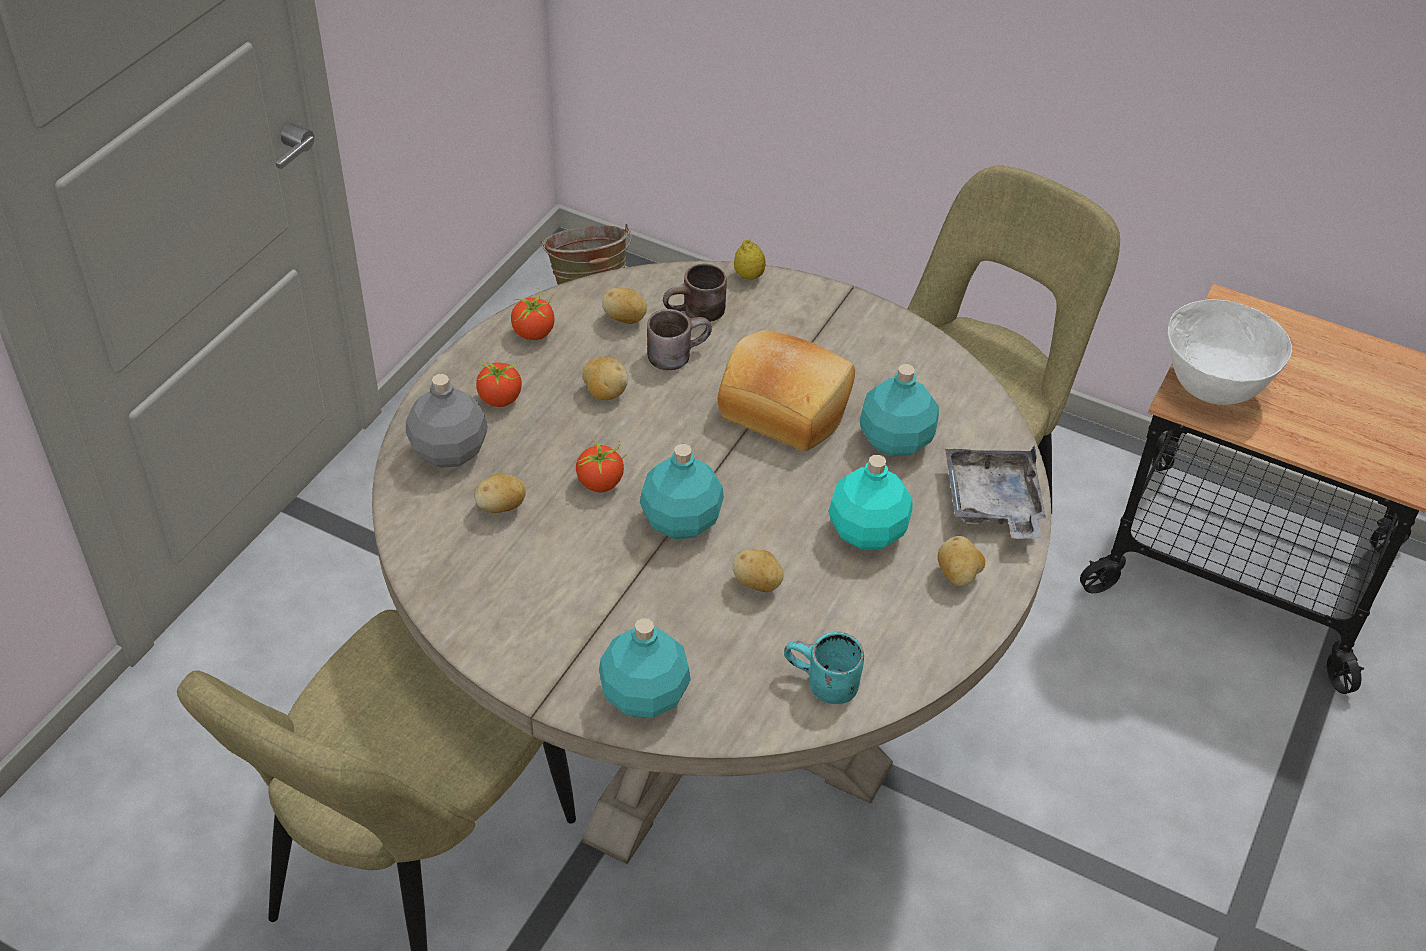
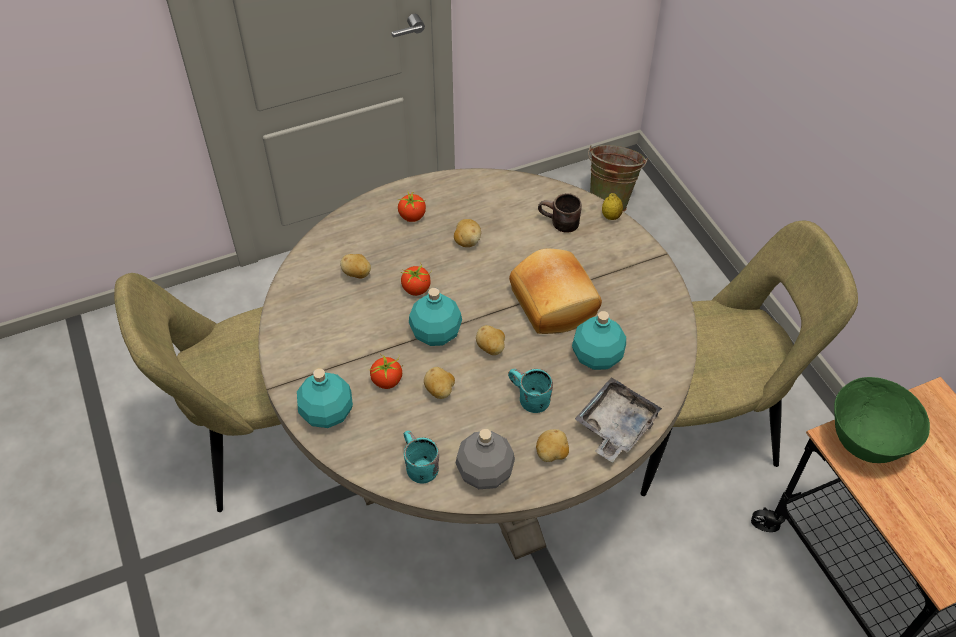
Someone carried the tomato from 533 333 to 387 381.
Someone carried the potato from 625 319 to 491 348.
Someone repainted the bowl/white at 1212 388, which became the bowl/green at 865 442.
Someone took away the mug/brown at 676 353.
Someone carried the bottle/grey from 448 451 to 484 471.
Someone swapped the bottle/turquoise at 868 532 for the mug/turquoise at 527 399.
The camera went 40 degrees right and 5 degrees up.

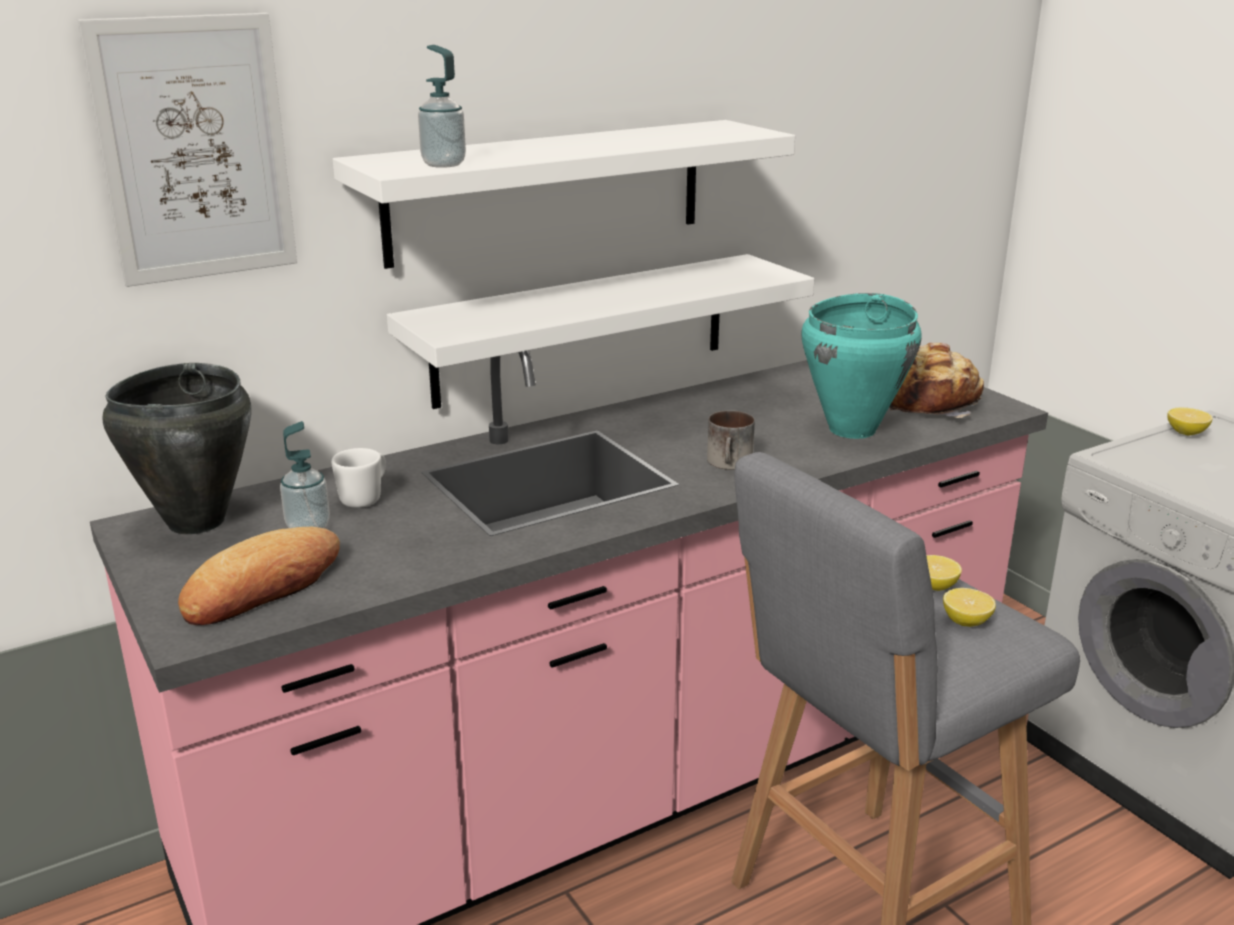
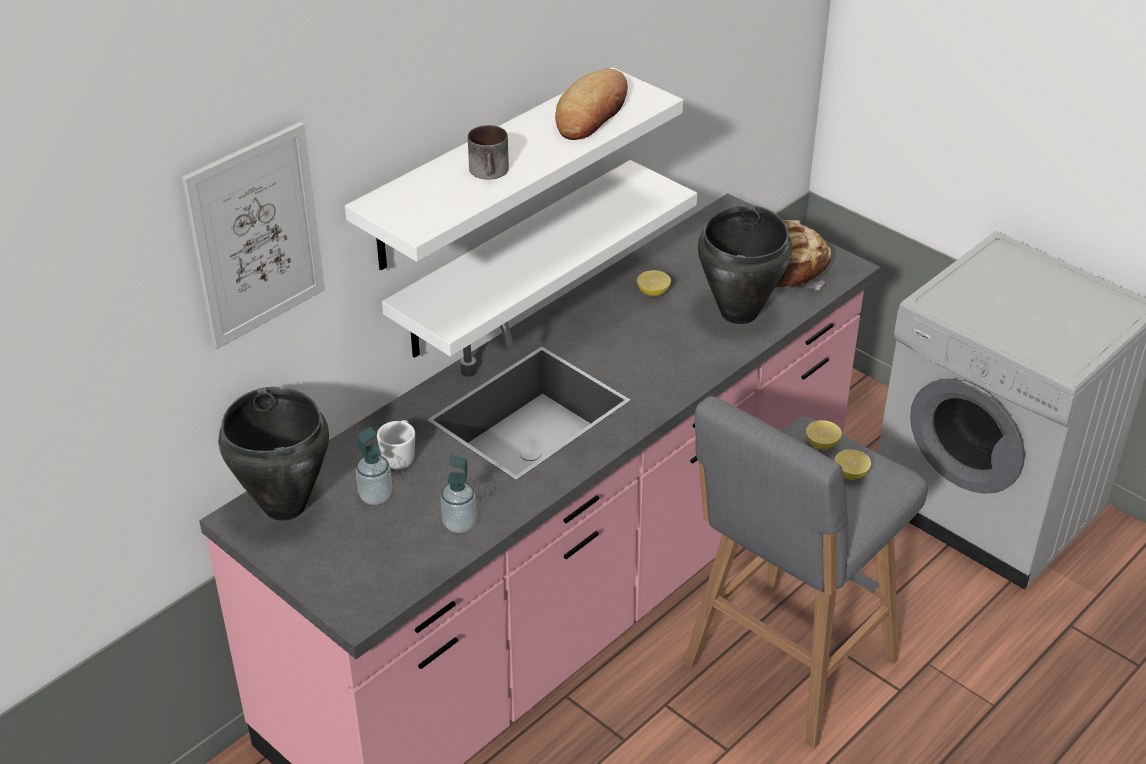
Someone carried the soap dispenser from 443 164 to 459 524.
Someone repainted the cooking pot/turquoise at 853 429, which became the cooking pot/black at 740 313.
Someone carried the lemon from 1186 433 to 653 293.
Someone carried the mug from 731 463 to 490 172.
Someone carried the bread from 263 587 to 592 112.
The camera went 15 degrees left and 15 degrees up.

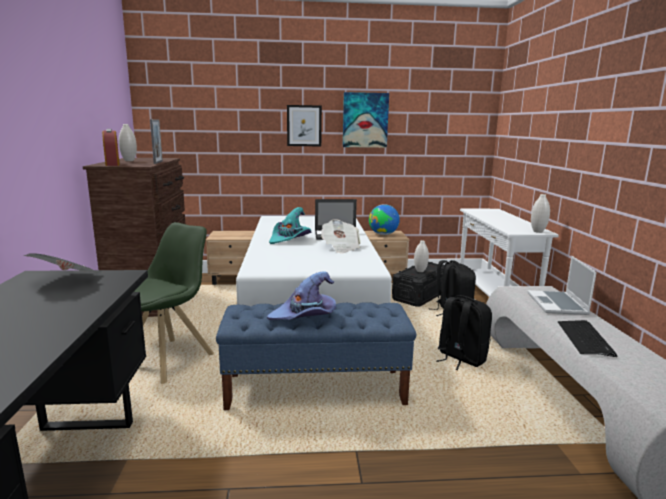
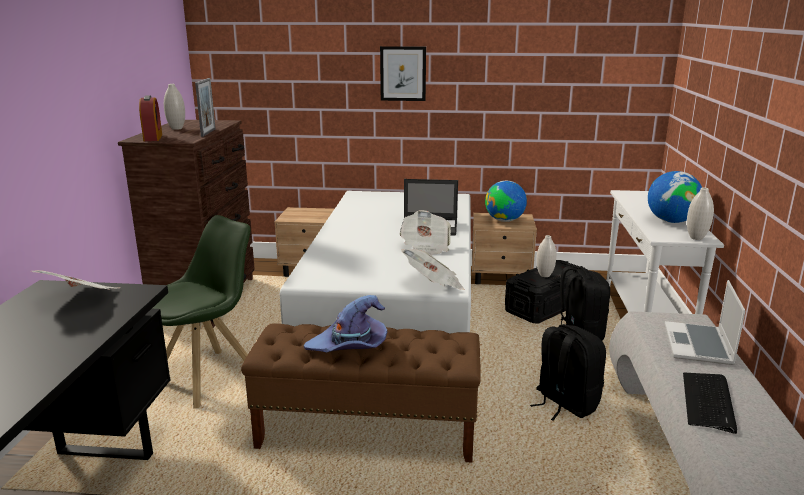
Someone took away the picture at 365 120.
Someone took away the hat/turquoise at 290 239.
Someone repainted the bench/blue at 316 389, which became the bench/brown at 368 431.
Someone put down the globe at 671 221.
Someone put down the newspaper at 433 284.
The camera went 10 degrees right and 5 degrees up.

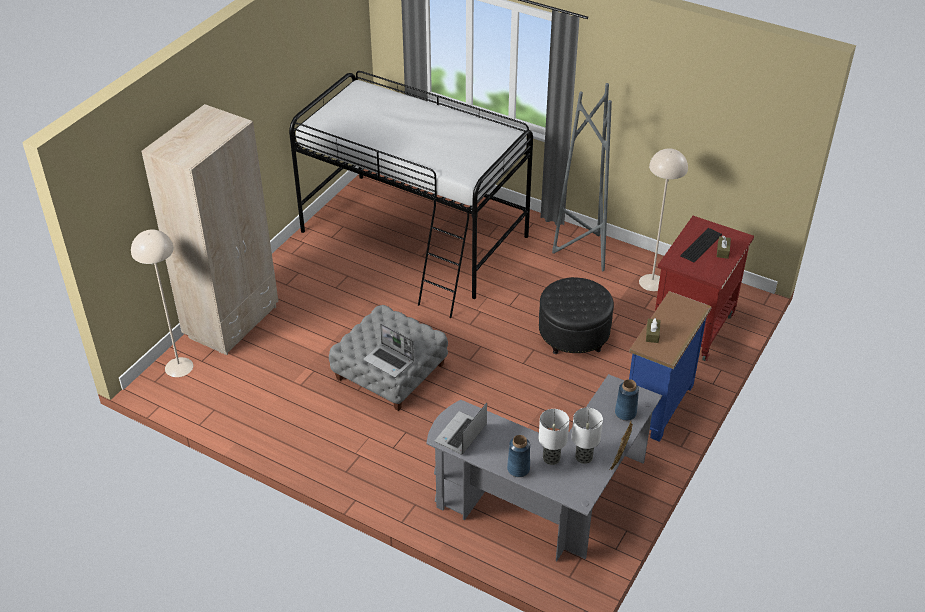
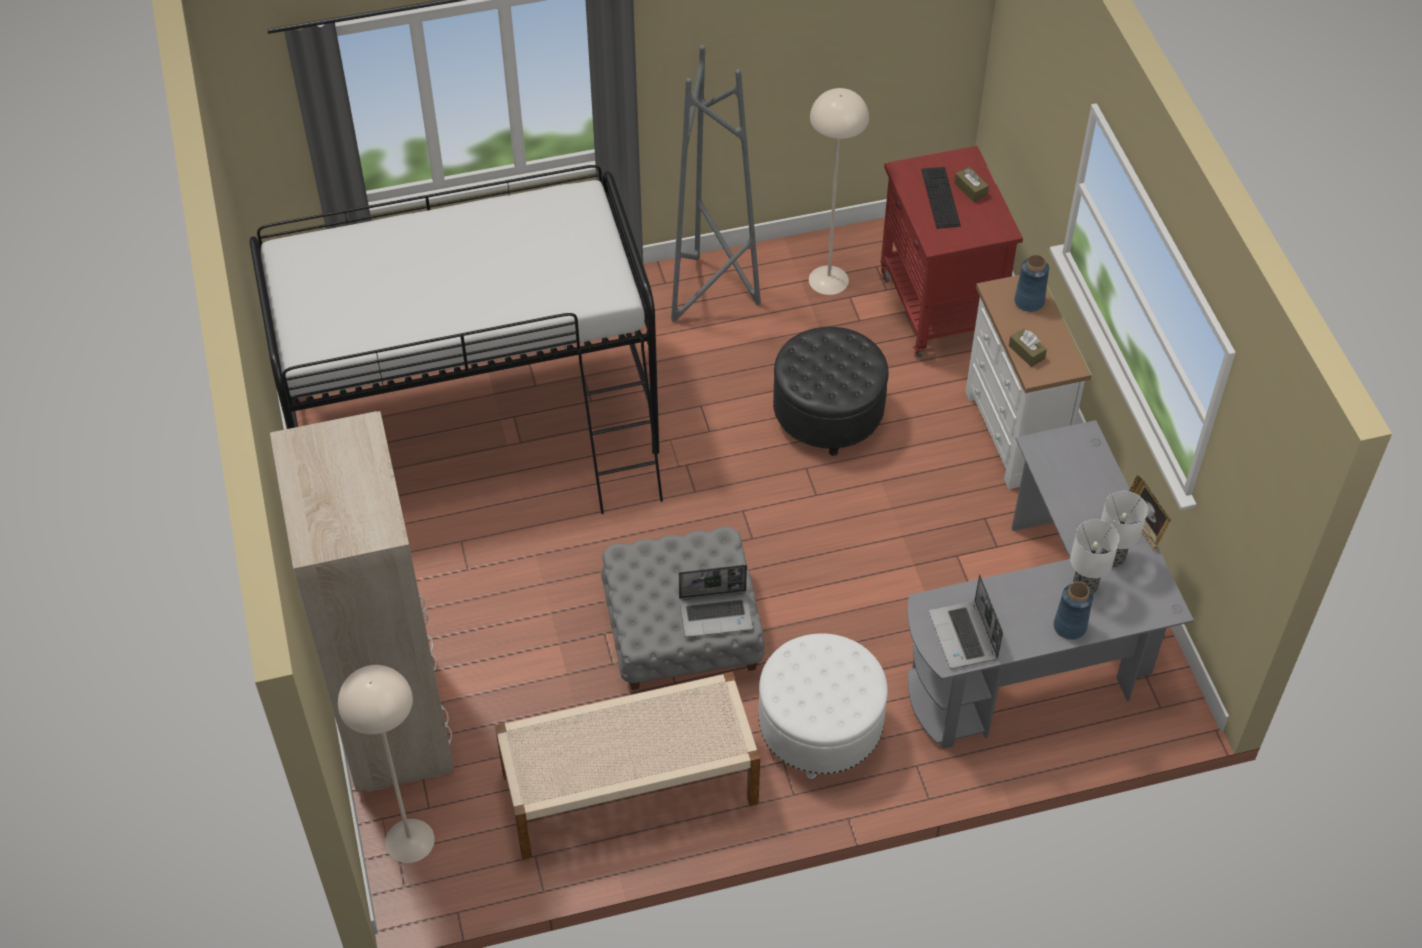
Someone repainted the dresser/blue at 657 405, which became the dresser/white at 1012 434.
Someone carried the vase/blue from 625 413 to 1029 301.
Someone put down the ottoman/white at 819 729.
Someone put down the bench/beige at 629 789.
The camera went 45 degrees left and 10 degrees up.

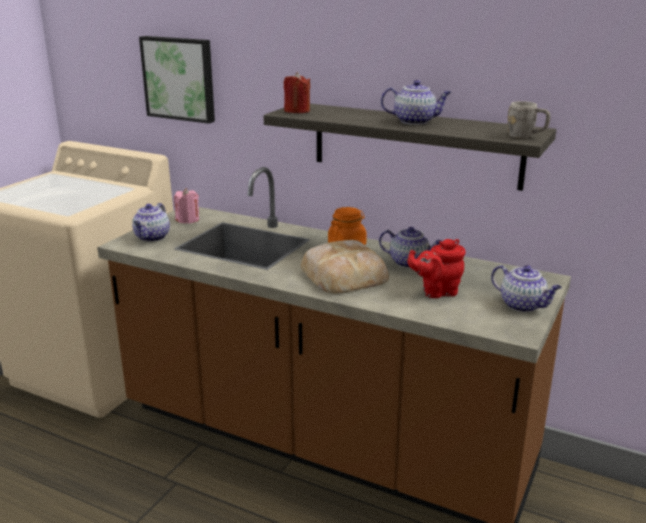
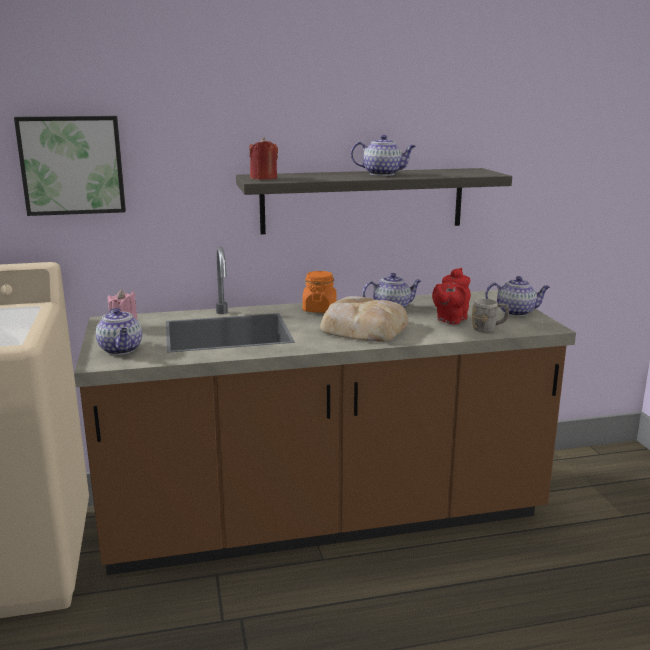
Someone rotated the teapot at 415 121 by 45 degrees clockwise.
Someone carried the mug/grey from 526 136 to 489 329.
The camera went 40 degrees left and 5 degrees down.

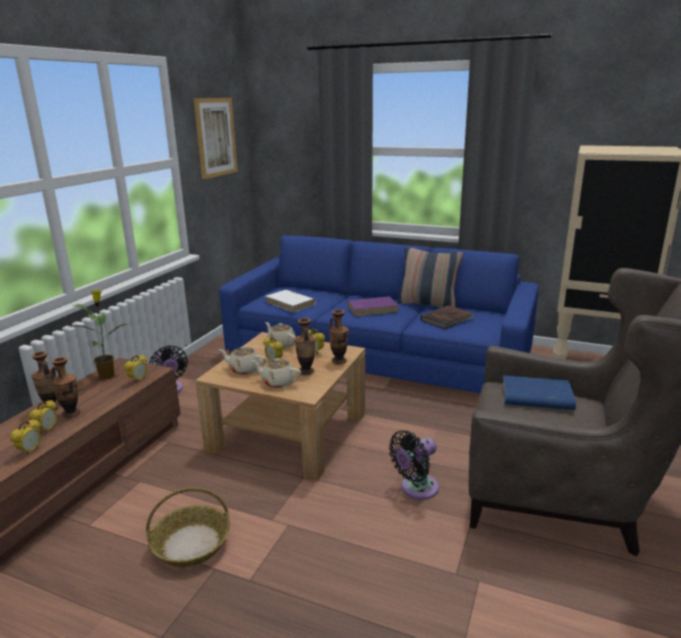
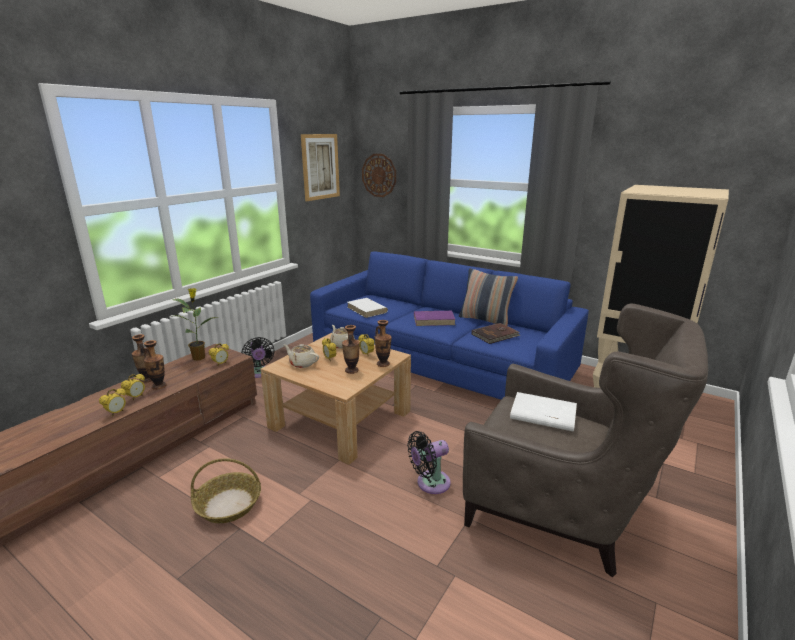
Someone took away the teapot/beige at 277 382.
Someone repainted the book/blue at 536 397, which became the book/white at 542 415.
Someone put up the wall clock at 379 175.
The camera went 10 degrees right and 0 degrees up.

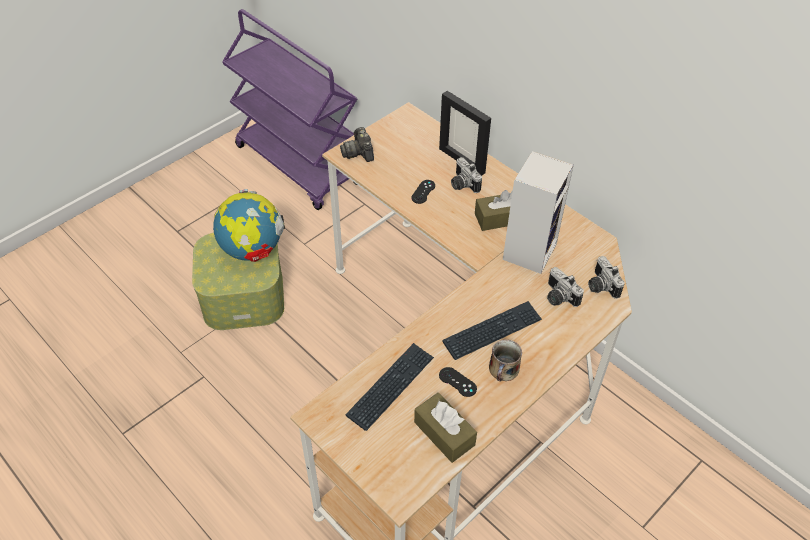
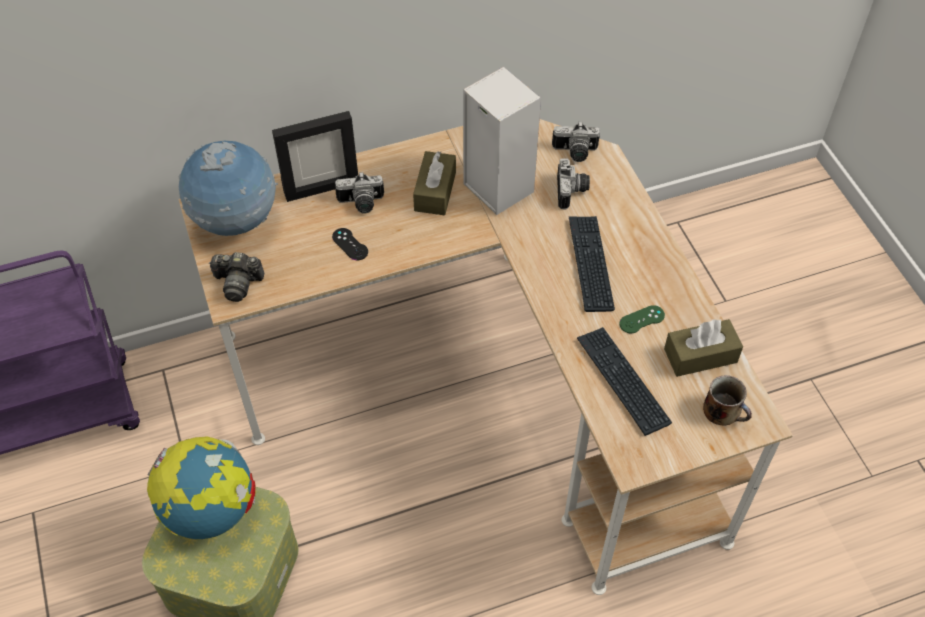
Someone rotated the photo camera at 558 297 by 75 degrees counterclockwise.
Someone carried the mug from 503 370 to 724 411.
Someone repainted the game controller/black at 457 382, which became the game controller/green at 642 319.
Someone put down the globe at 236 222.
The camera went 65 degrees left and 5 degrees up.

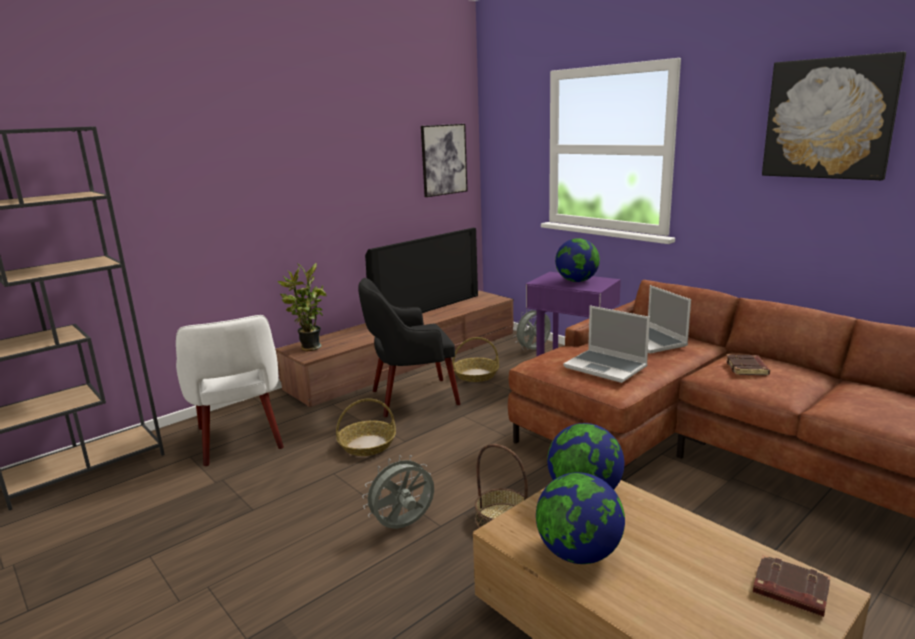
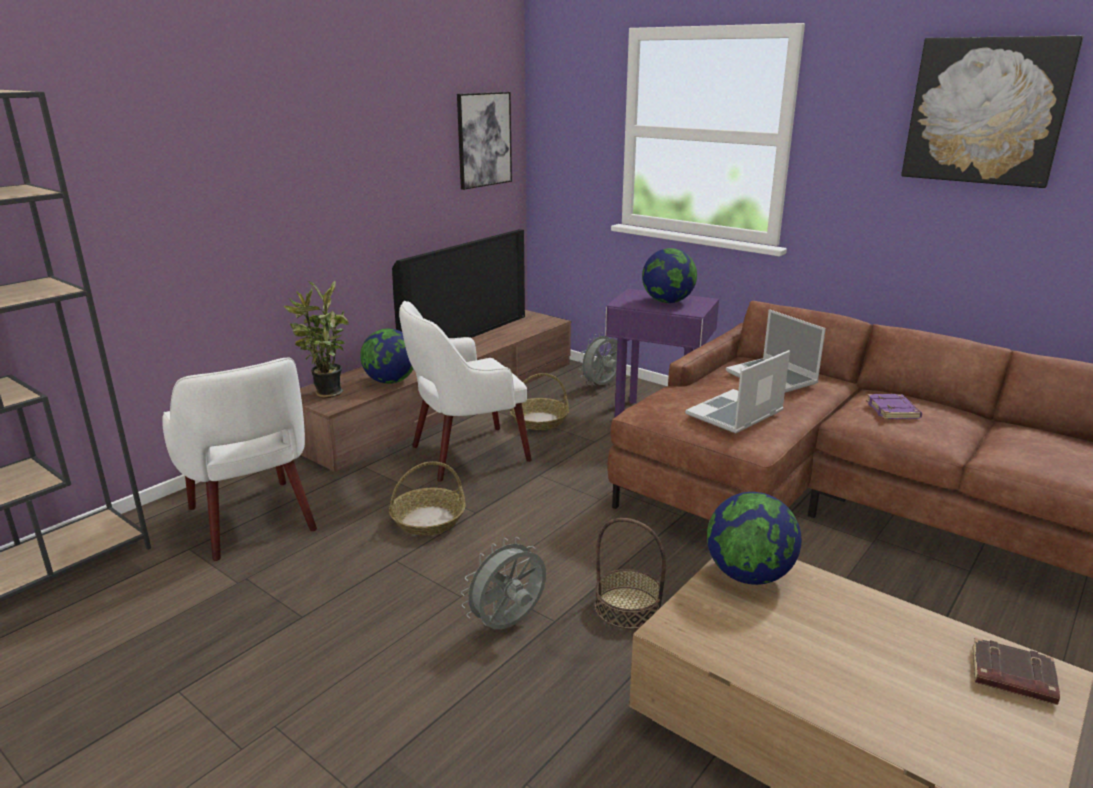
Someone repainted the armchair/black at 412 398, which became the armchair/white at 467 454.
Someone rotated the laptop at 606 367 by 105 degrees clockwise.
Someone repainted the book/brown at 747 368, which became the book/purple at 893 411.
Someone carried the globe from 578 553 to 390 381.
The camera went 10 degrees left and 5 degrees up.

